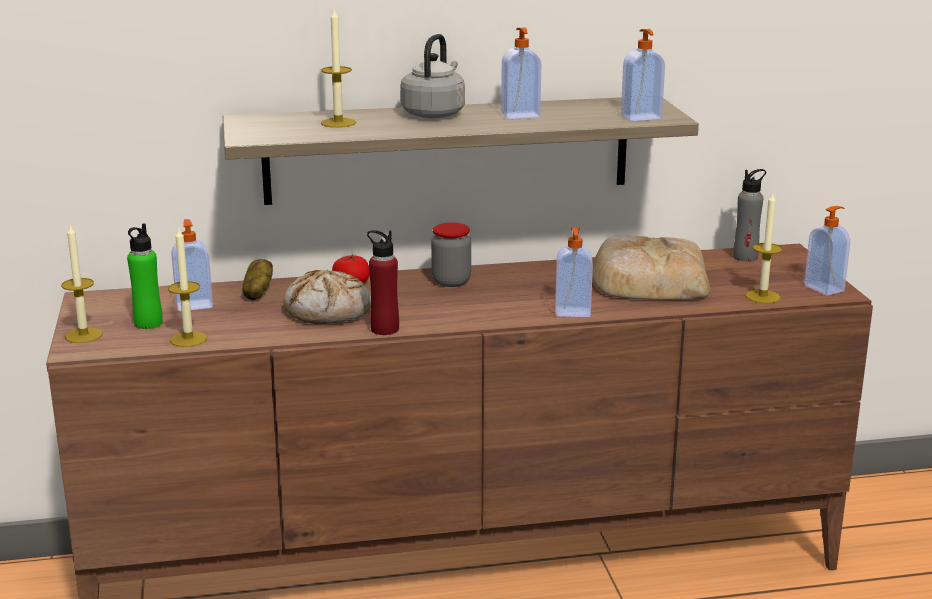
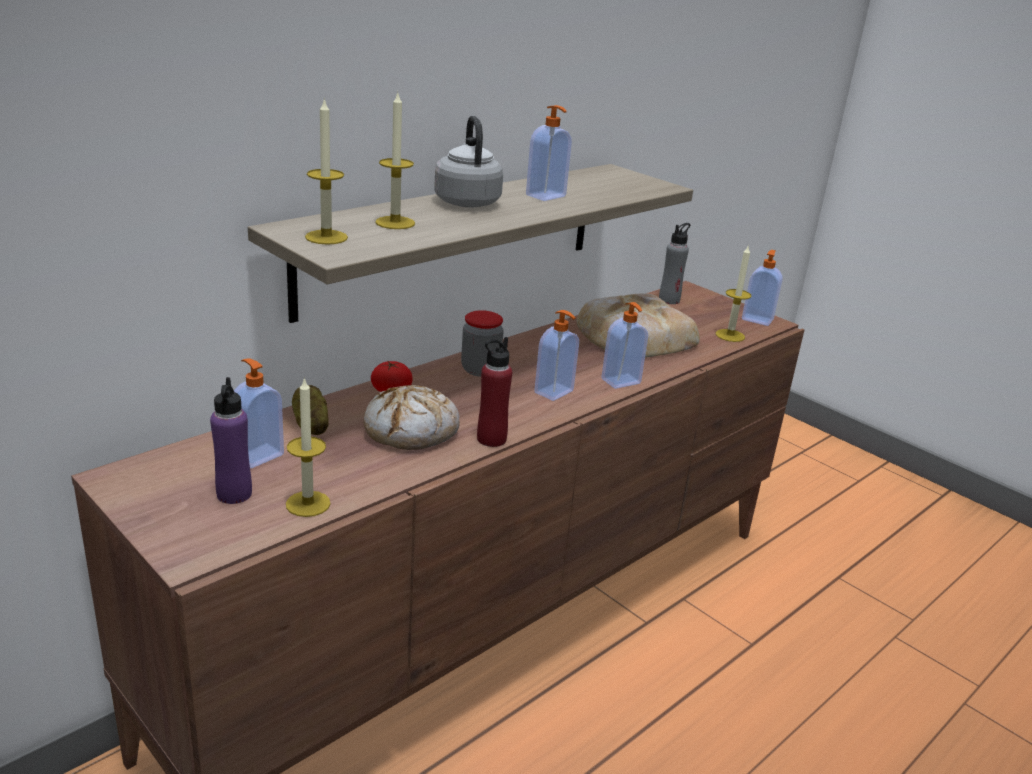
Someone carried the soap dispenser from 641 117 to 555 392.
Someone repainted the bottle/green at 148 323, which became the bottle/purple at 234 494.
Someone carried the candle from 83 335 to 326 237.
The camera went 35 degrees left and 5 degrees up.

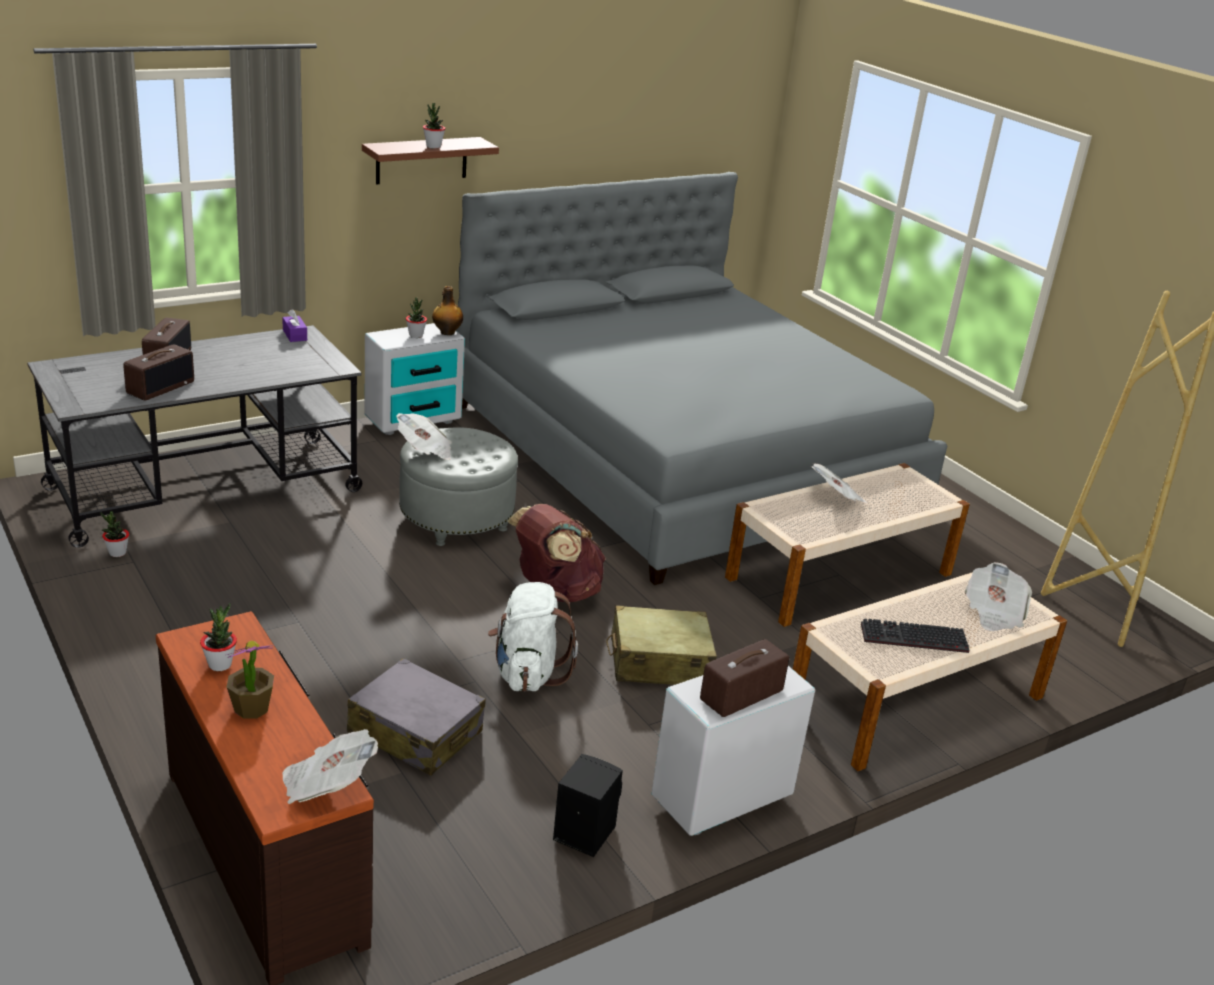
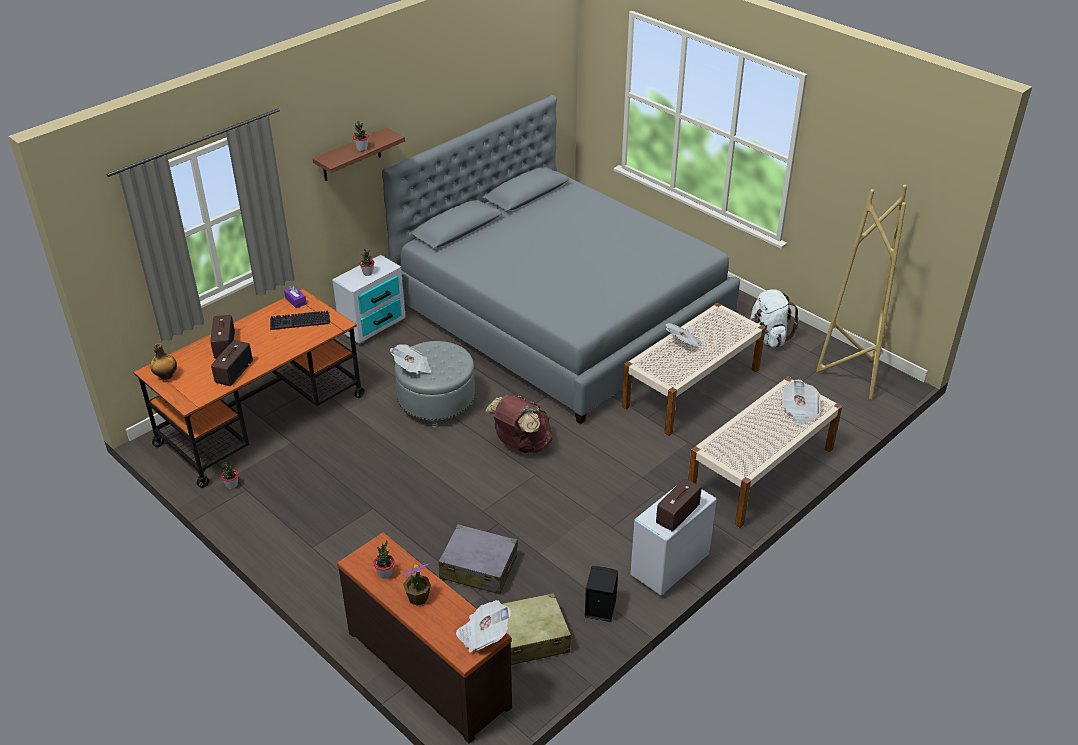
Someone carried the bottle from 447 332 to 166 376.
Someone repainted the desk/grey at 204 490, which became the desk/orange at 261 420.
Someone carried the backpack/white from 527 673 to 768 337.
Someone carried the suitcase/beige from 659 662 to 528 638.
Someone carried the keyboard from 912 639 to 299 322.
The camera went 10 degrees left and 10 degrees up.

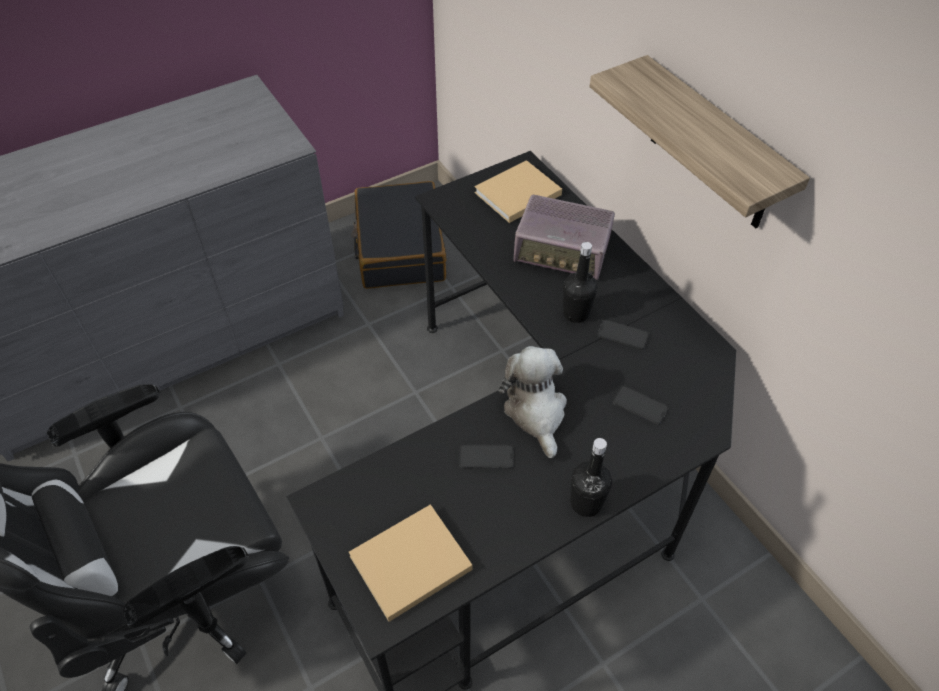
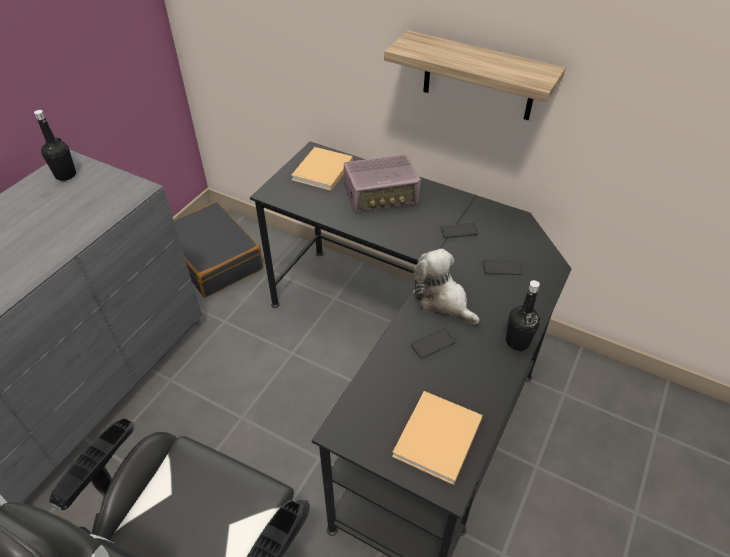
Someone carried the bottle/black from 576 313 to 66 175.
The camera went 30 degrees left and 5 degrees down.

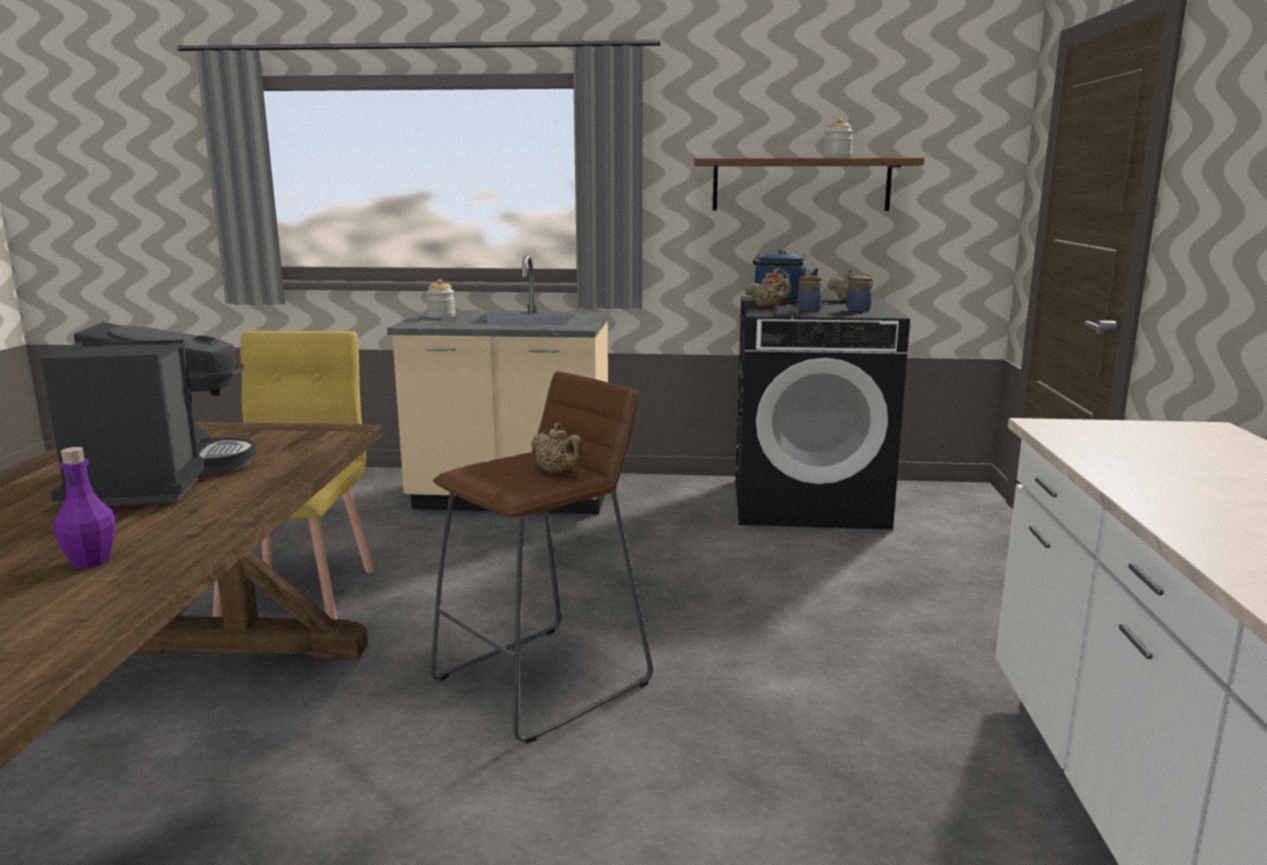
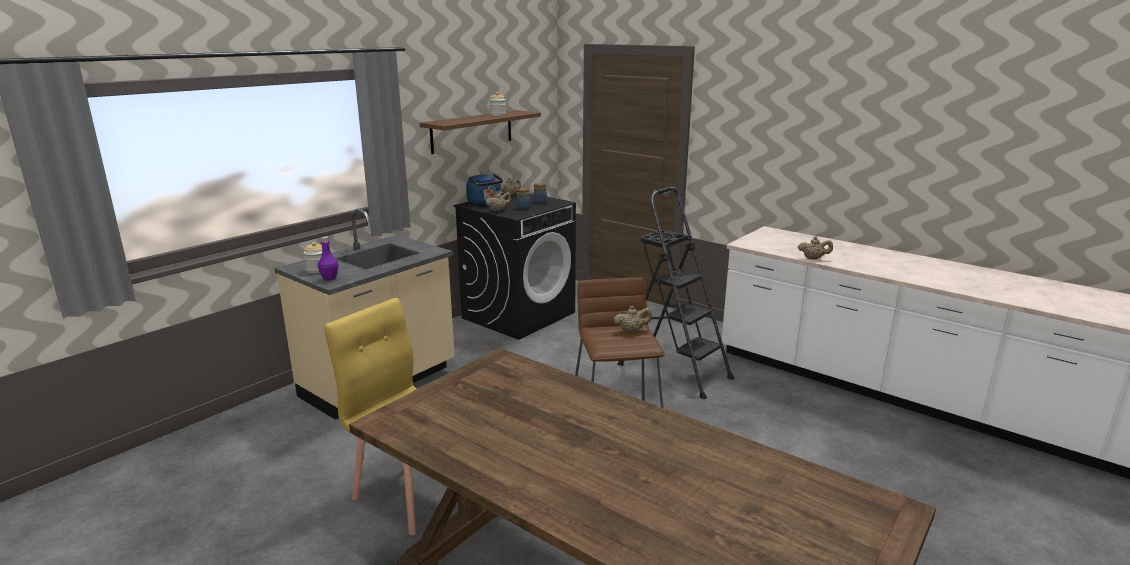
Someone took away the coffee machine at 158 479.
Someone carried the bottle/purple from 91 561 to 329 278.
Someone put down the step ladder at 673 370.
Someone put down the teapot/beige at 813 258.
The camera went 55 degrees left and 5 degrees up.

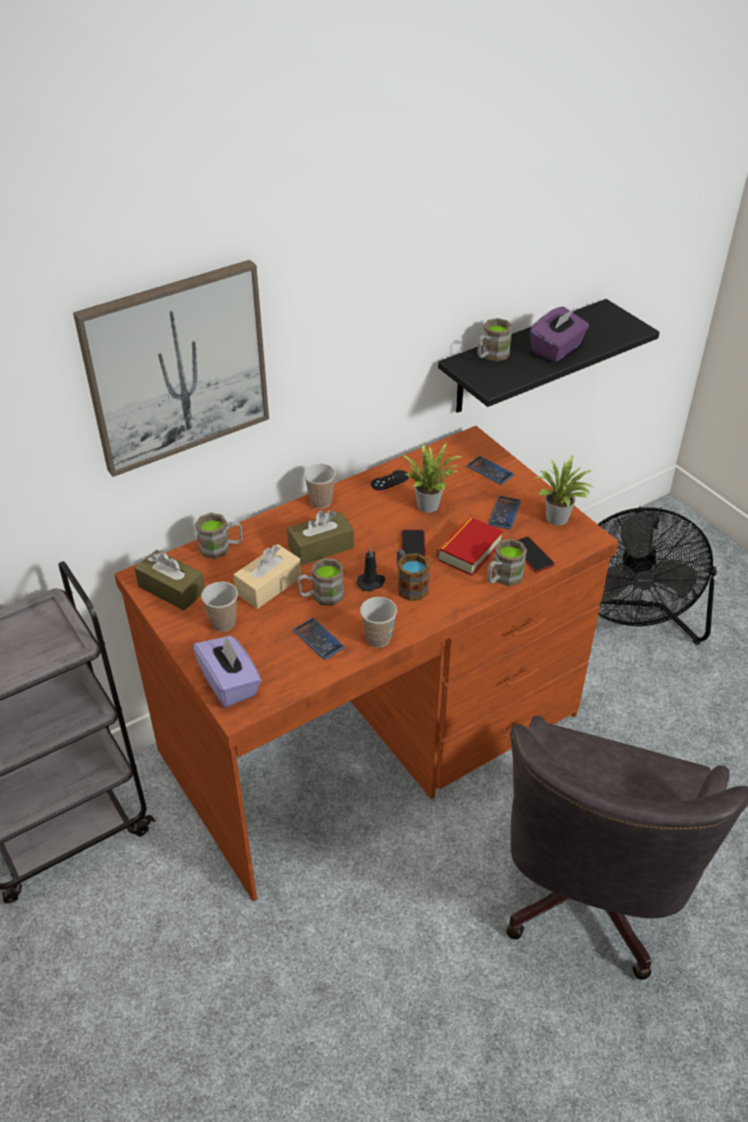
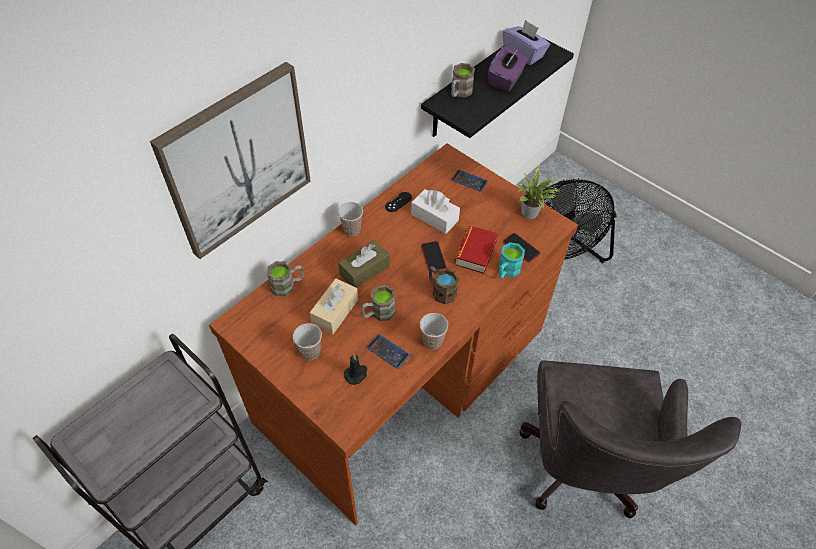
Someone swapped the potted plant at 430 504 for the tissue box/white at 434 217.
Someone took away the phone at 504 513.
Someone repainted the mug/brown at 502 578, which became the mug/turquoise at 506 271.
Someone carried the candle/black from 371 582 to 356 374.
Someone took away the tissue box/brown at 171 589.
Someone carried the tissue box/purple from 230 683 to 523 54.
The camera went 15 degrees left and 10 degrees up.

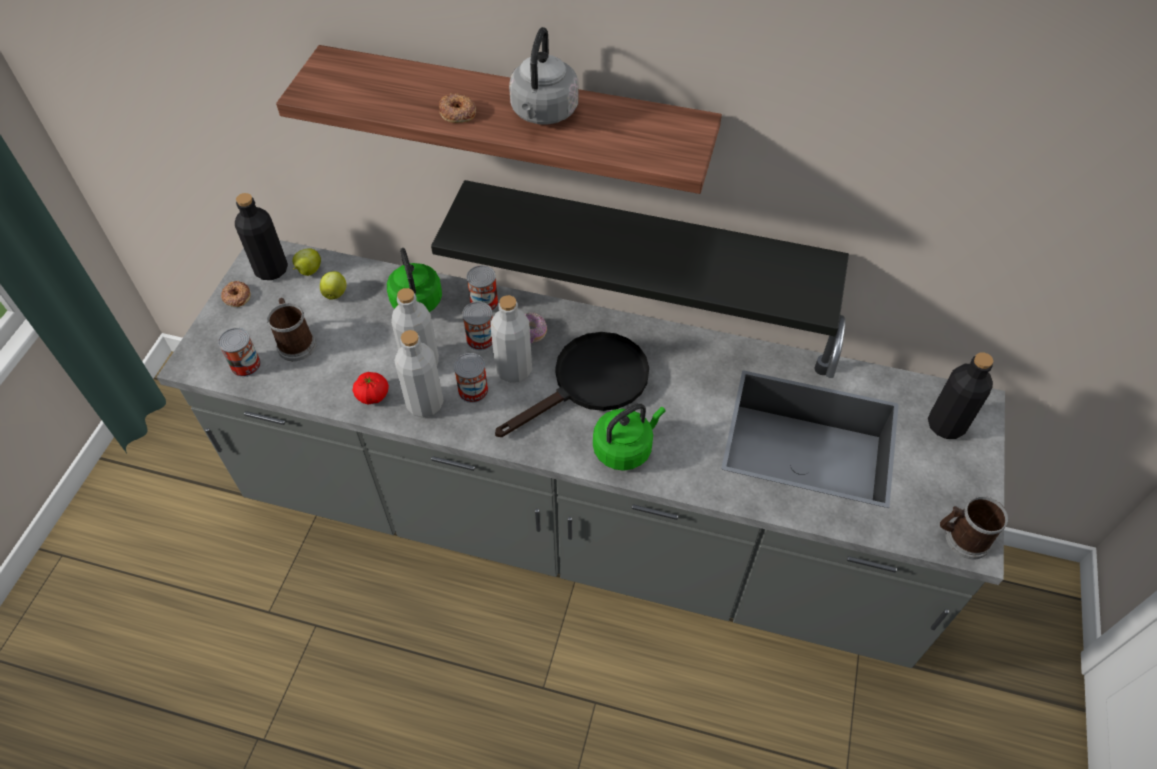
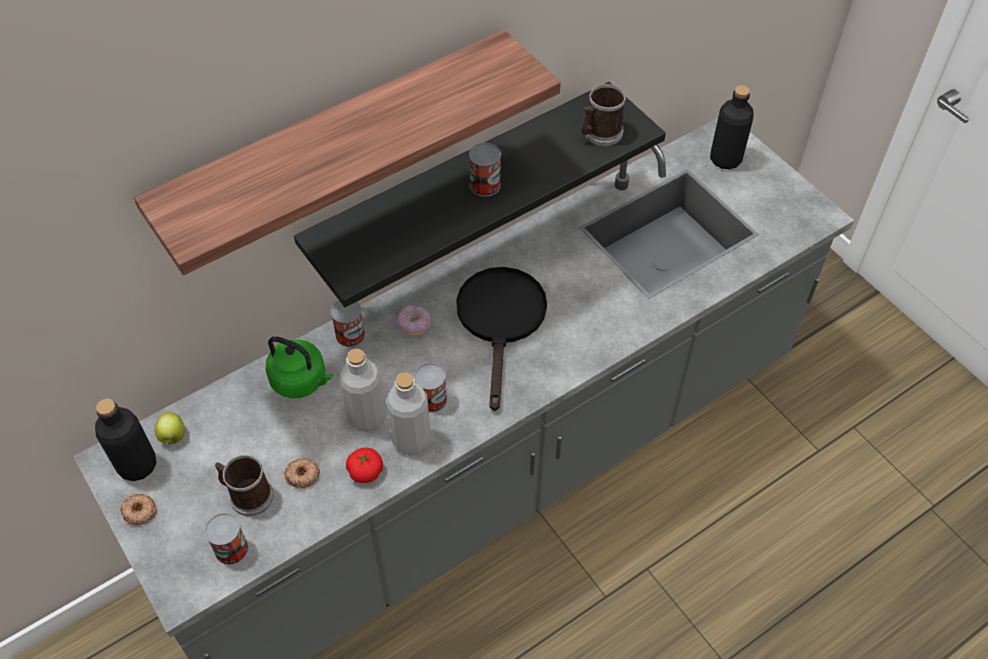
Someone took away the kettle/grey at 543 113.
Someone carried the donut from 457 112 to 302 475.
Someone took away the apple at 335 293.
Someone took away the bottle/grey at 514 370.
Someone carried the can from 480 339 to 485 185.
Someone took away the kettle/green at 625 448.
Someone carried the mug from 962 538 to 599 134.
The camera went 50 degrees left and 0 degrees up.

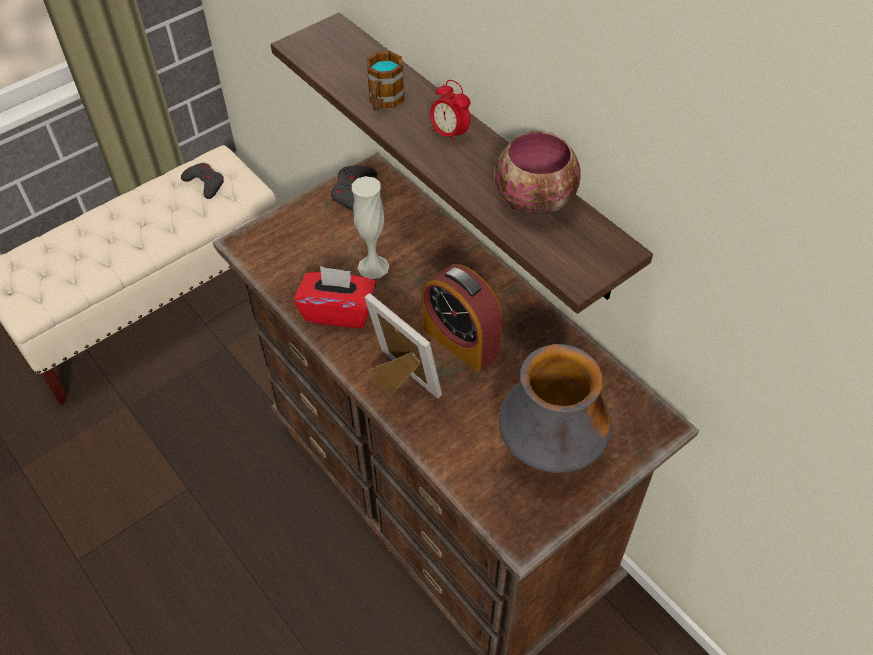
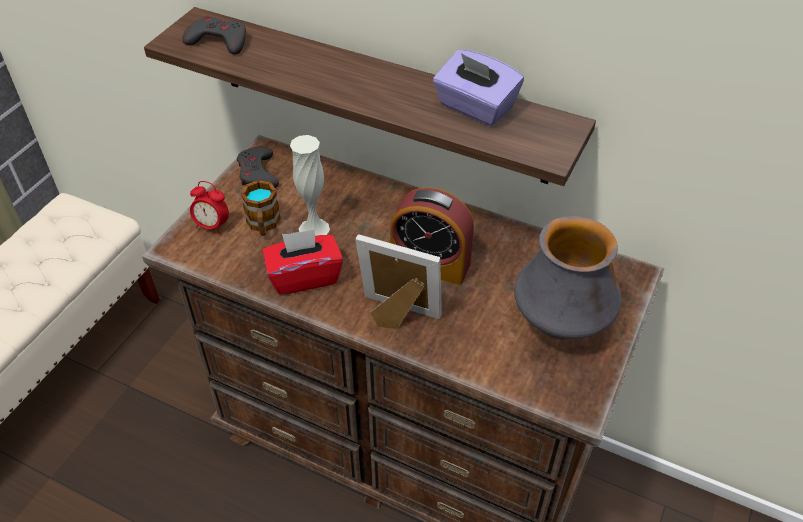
Someone carried the mug from 383 102 to 263 225.
Someone carried the alarm clock from 449 134 to 212 226.
Someone swapped the bowl at 537 201 for the tissue box/purple at 475 107.
Someone carried the game controller/grey from 205 183 to 218 41.
The camera went 25 degrees left and 5 degrees down.

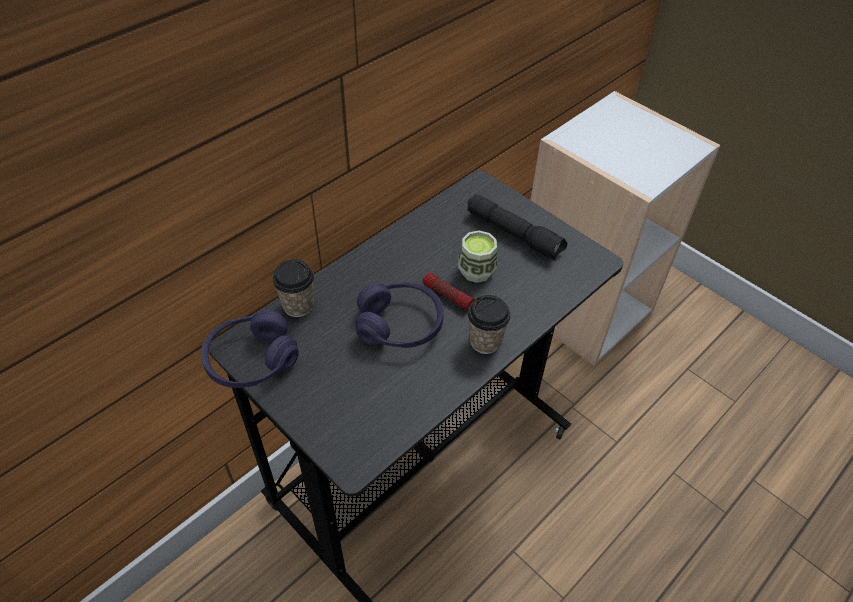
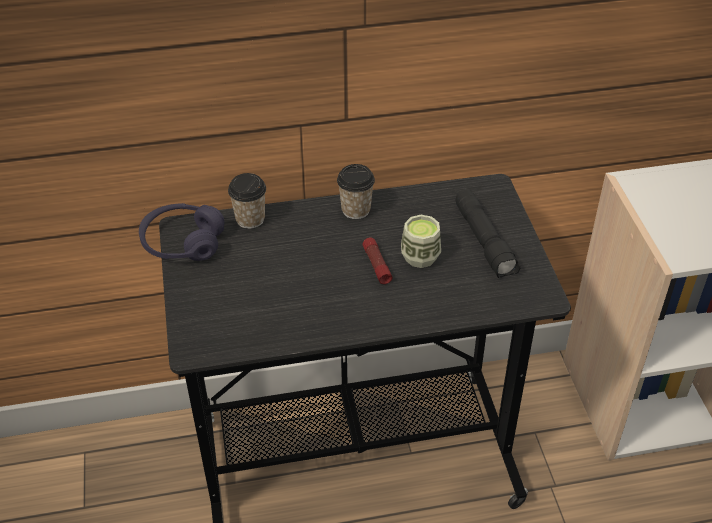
Someone took away the headphones/purple at 399 324.
Someone carried the cup from 485 341 to 356 210.
The camera went 35 degrees right and 5 degrees down.

